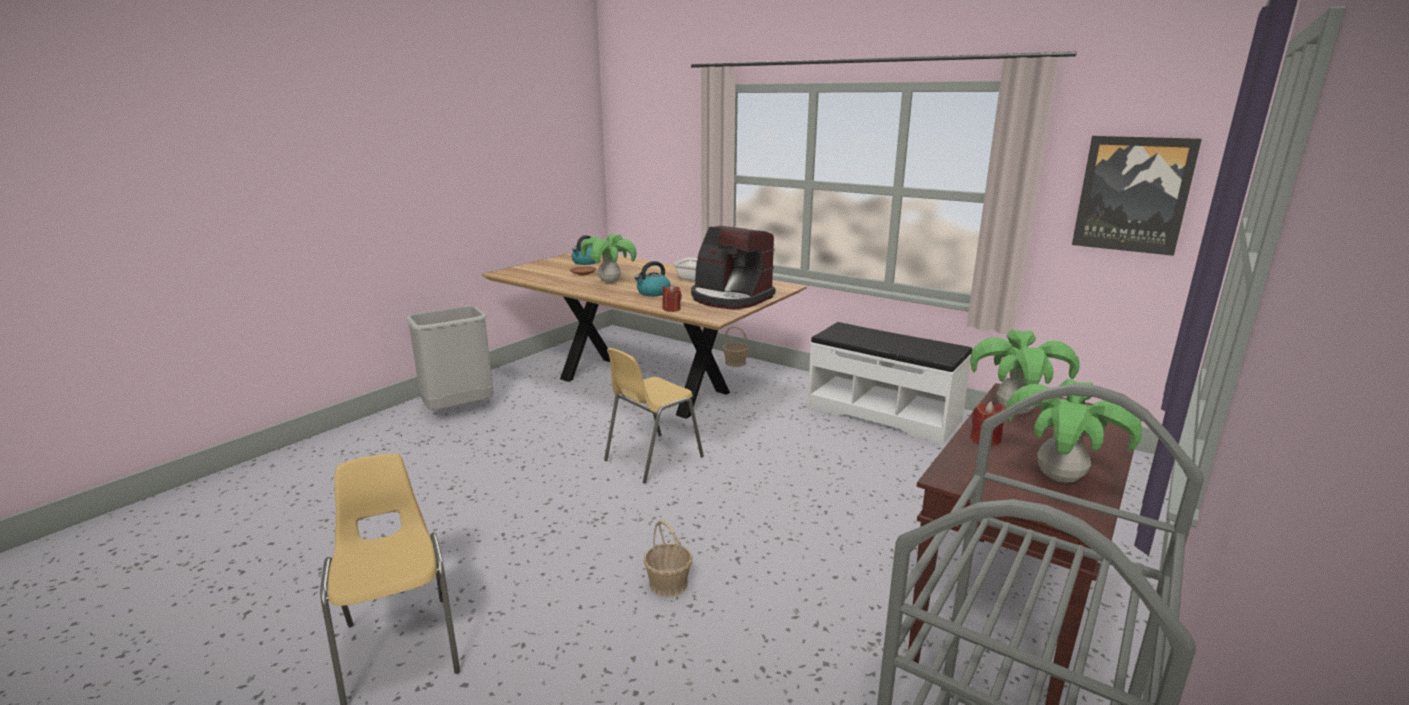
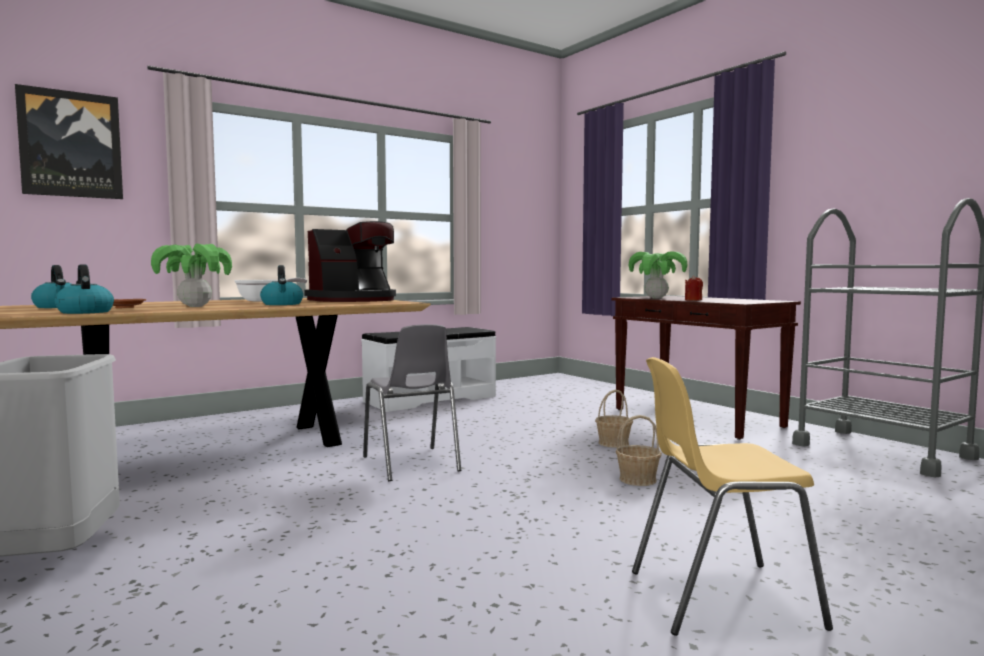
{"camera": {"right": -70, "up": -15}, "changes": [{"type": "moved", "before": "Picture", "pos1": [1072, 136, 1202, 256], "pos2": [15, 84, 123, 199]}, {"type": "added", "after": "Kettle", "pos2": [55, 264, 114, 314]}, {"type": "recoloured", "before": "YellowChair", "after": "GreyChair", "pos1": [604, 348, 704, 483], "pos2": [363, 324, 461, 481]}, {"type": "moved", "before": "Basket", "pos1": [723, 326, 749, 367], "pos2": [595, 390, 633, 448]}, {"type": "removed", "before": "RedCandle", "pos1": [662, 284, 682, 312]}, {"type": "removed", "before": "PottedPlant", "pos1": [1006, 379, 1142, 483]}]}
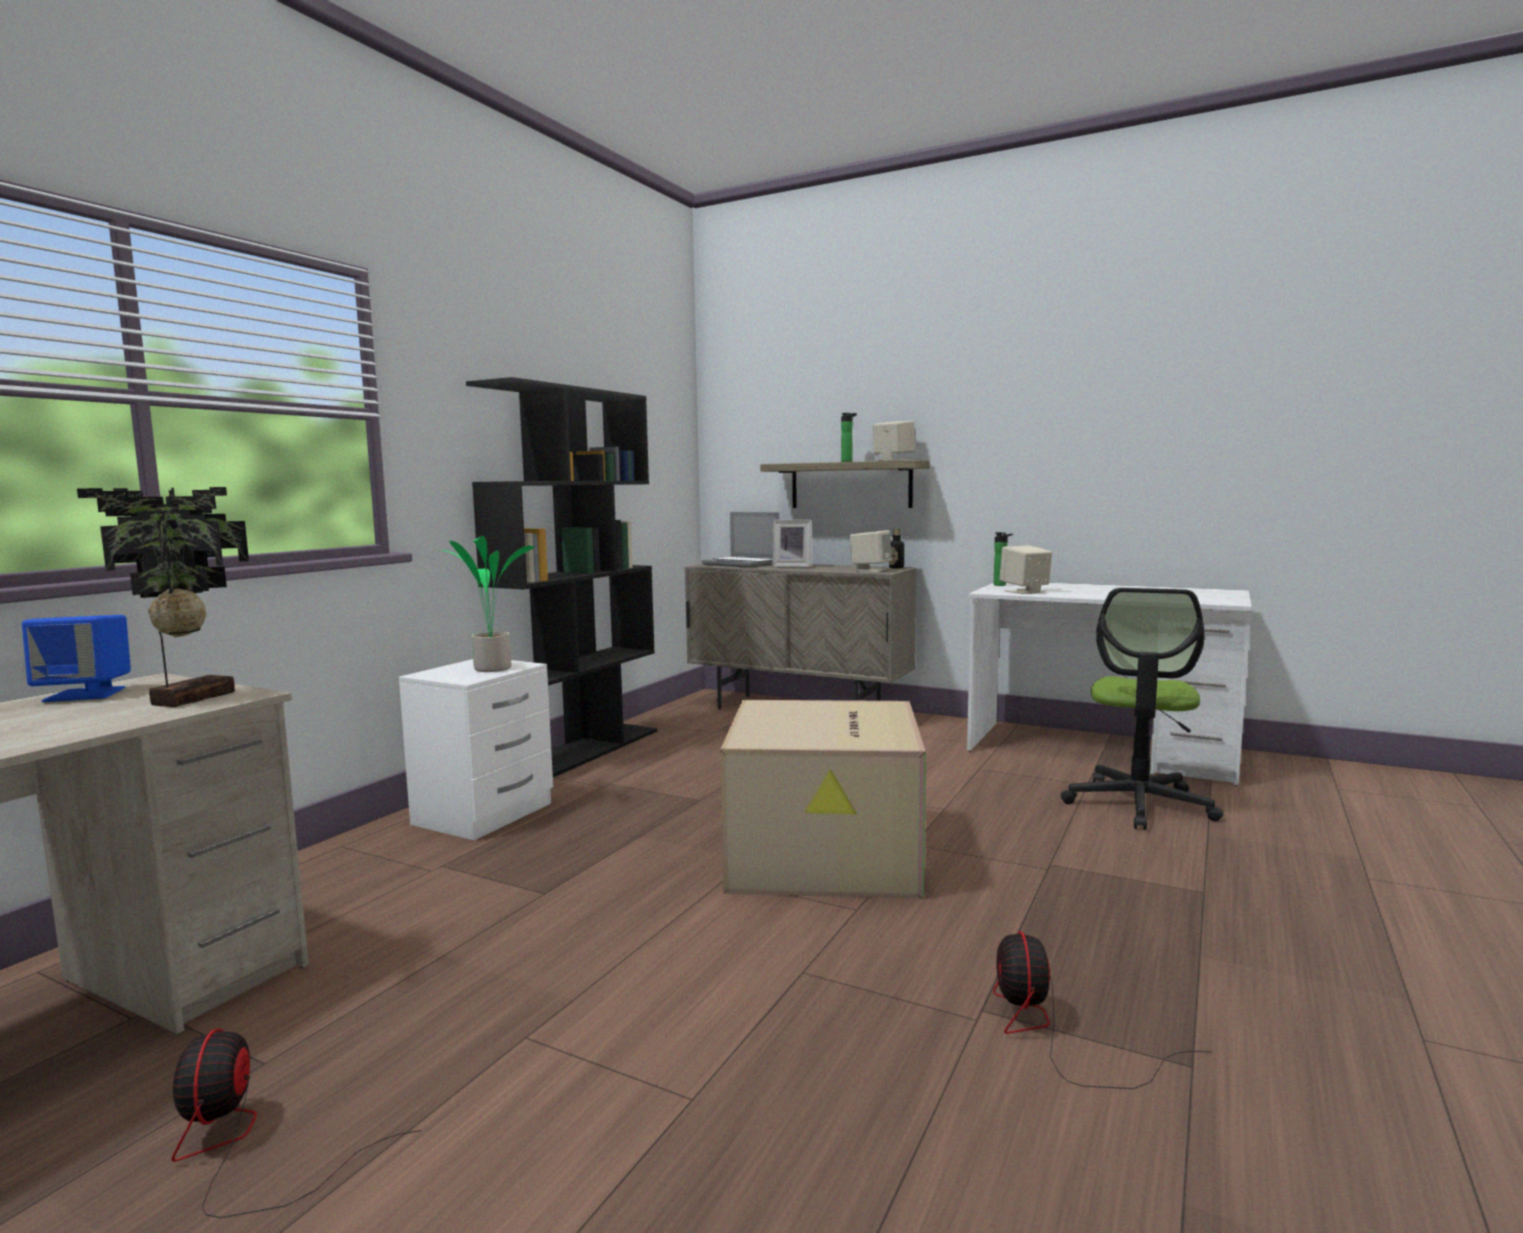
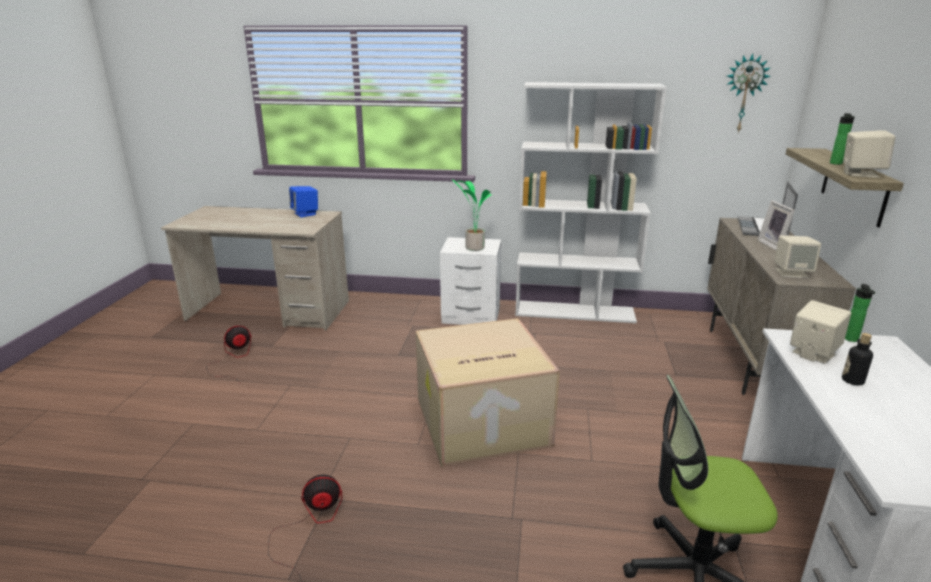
{"camera": {"right": 70, "up": 15}, "changes": [{"type": "recoloured", "before": "BlackBookcase", "after": "WhiteBookcase", "pos1": [466, 377, 657, 777], "pos2": [515, 82, 667, 323]}, {"type": "added", "after": "WallClock", "pos2": [726, 54, 771, 133]}, {"type": "moved", "before": "Bottle", "pos1": [889, 529, 904, 569], "pos2": [842, 333, 873, 385]}, {"type": "removed", "before": "PottedPlant", "pos1": [77, 487, 249, 707]}]}
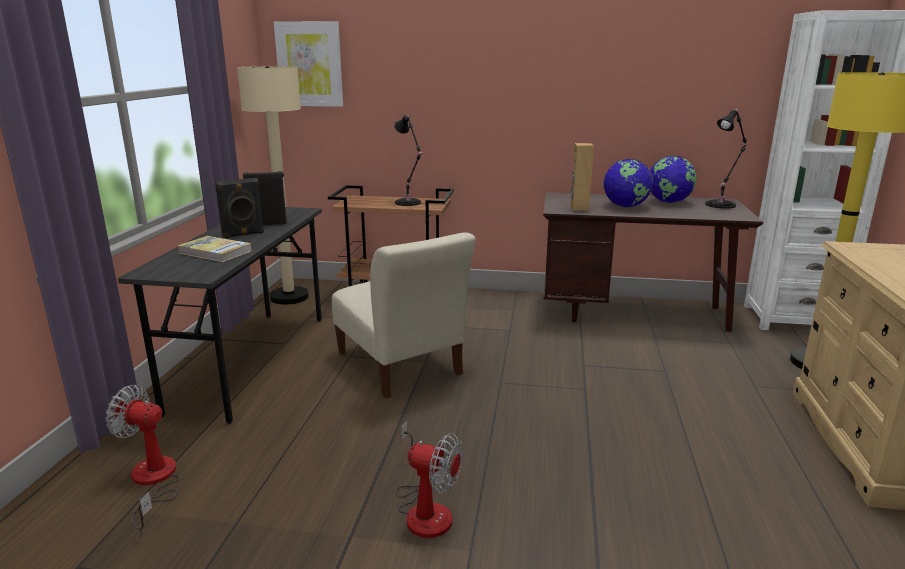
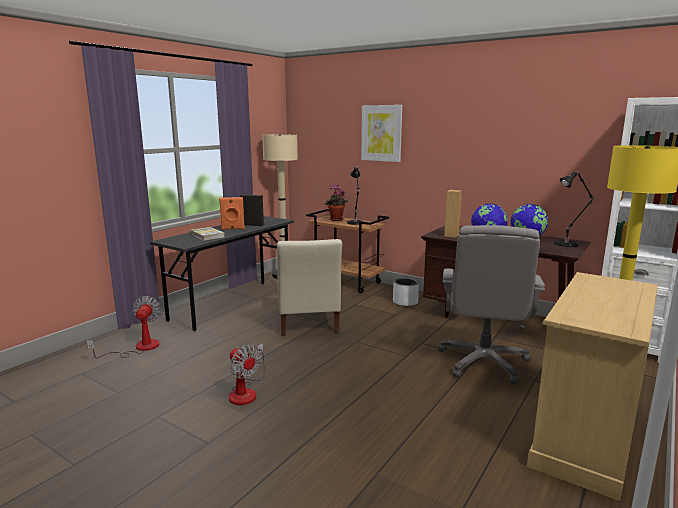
{"camera": {"right": 25, "up": -5}, "changes": [{"type": "turned", "before": "Fan", "pos1": [105, 385, 180, 530], "pos2": [87, 296, 161, 358], "turn": 45}, {"type": "recoloured", "before": "BlackSpeaker", "after": "OrangeSpeaker", "pos1": [215, 178, 264, 238], "pos2": [219, 197, 245, 230]}, {"type": "added", "after": "PottedPlant", "pos2": [325, 184, 348, 221]}, {"type": "moved", "before": "Picture", "pos1": [274, 21, 343, 107], "pos2": [361, 105, 402, 162]}, {"type": "added", "after": "GreyPlanter", "pos2": [393, 278, 419, 307]}, {"type": "added", "after": "GreyOfficeChair", "pos2": [438, 225, 545, 384]}]}
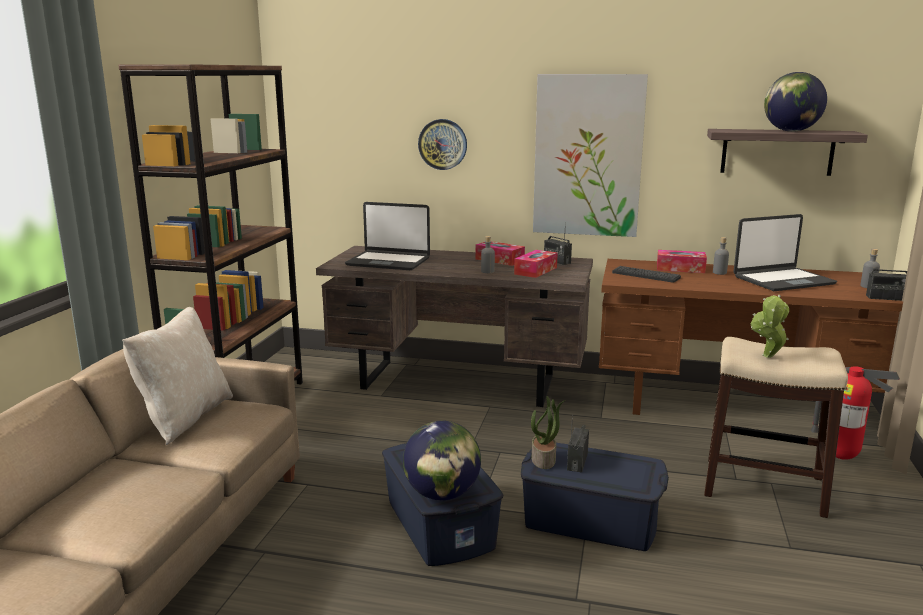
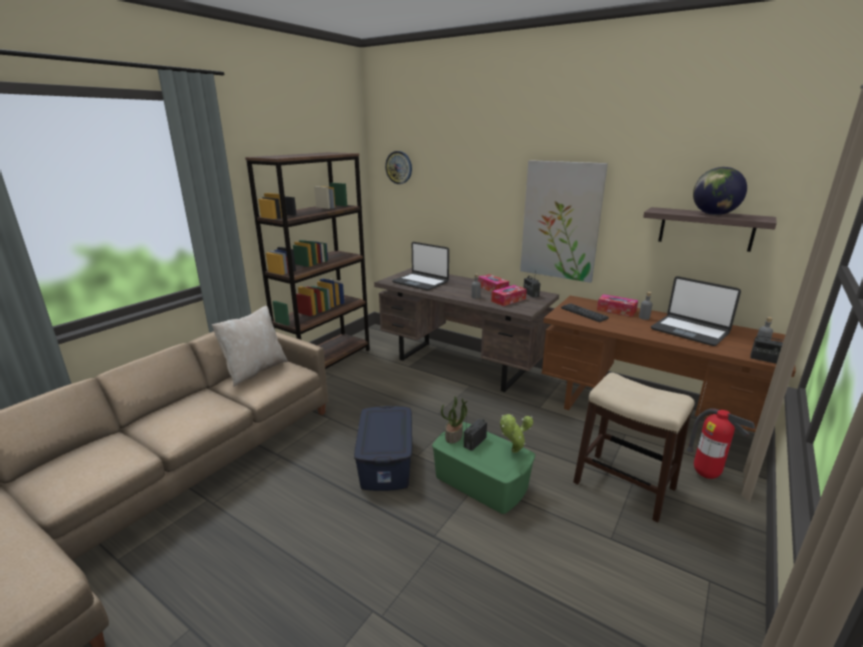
{"camera": {"right": 20, "up": 5}, "changes": [{"type": "moved", "before": "WallClock", "pos1": [418, 119, 467, 170], "pos2": [385, 151, 412, 184]}, {"type": "recoloured", "before": "BlueStorageBox", "after": "GreenStorageBox", "pos1": [521, 443, 669, 551], "pos2": [432, 422, 535, 514]}, {"type": "moved", "before": "PottedPlant", "pos1": [751, 295, 789, 358], "pos2": [500, 414, 533, 453]}, {"type": "turned", "before": "Laptop", "pos1": [733, 214, 837, 291], "pos2": [651, 276, 741, 346], "turn": 45}, {"type": "removed", "before": "Globe", "pos1": [403, 421, 481, 500]}]}
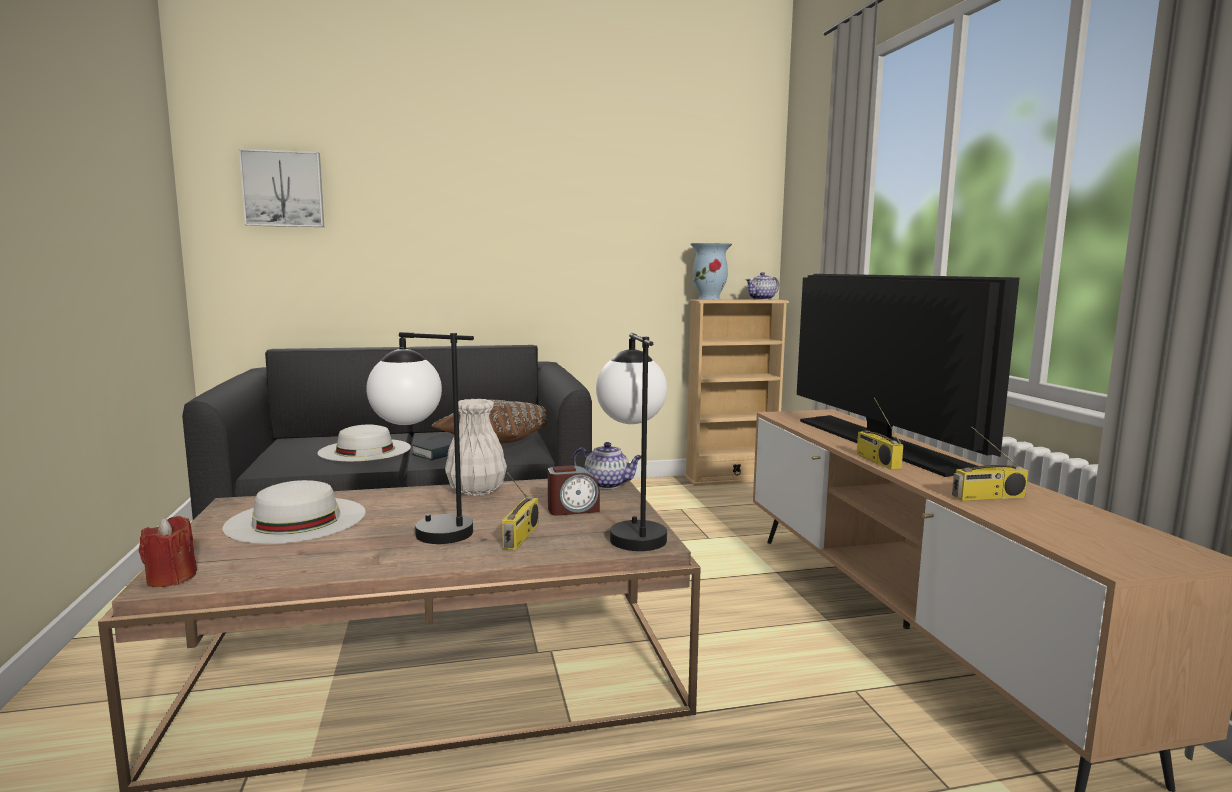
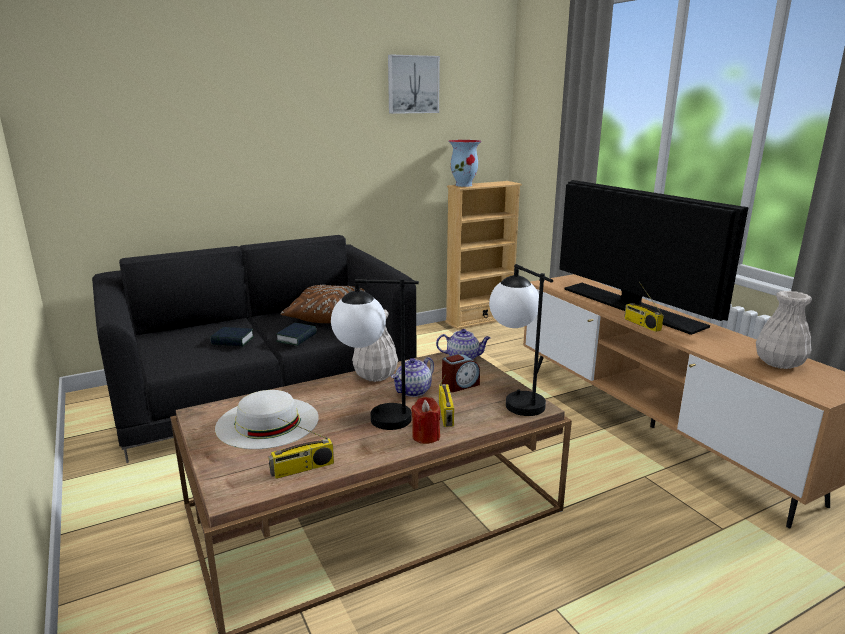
{"camera": {"right": -15, "up": 10}, "changes": [{"type": "replaced", "before": "WhiteHat", "after": "Book", "pos1": [318, 425, 411, 461], "pos2": [210, 327, 254, 346]}, {"type": "moved", "before": "Radio", "pos1": [952, 427, 1028, 501], "pos2": [268, 418, 334, 479]}, {"type": "moved", "before": "Picture", "pos1": [239, 149, 324, 227], "pos2": [388, 54, 440, 114]}, {"type": "moved", "before": "Teapot", "pos1": [745, 272, 779, 300], "pos2": [391, 357, 434, 397]}, {"type": "moved", "before": "RedCandle", "pos1": [139, 516, 197, 587], "pos2": [411, 397, 440, 444]}, {"type": "added", "after": "WhiteVase", "pos2": [756, 291, 812, 369]}]}
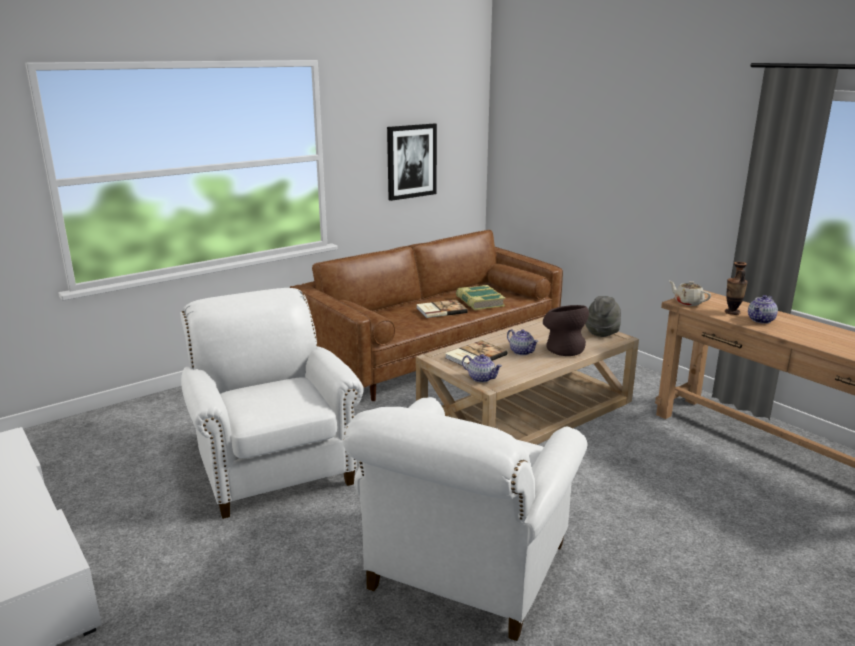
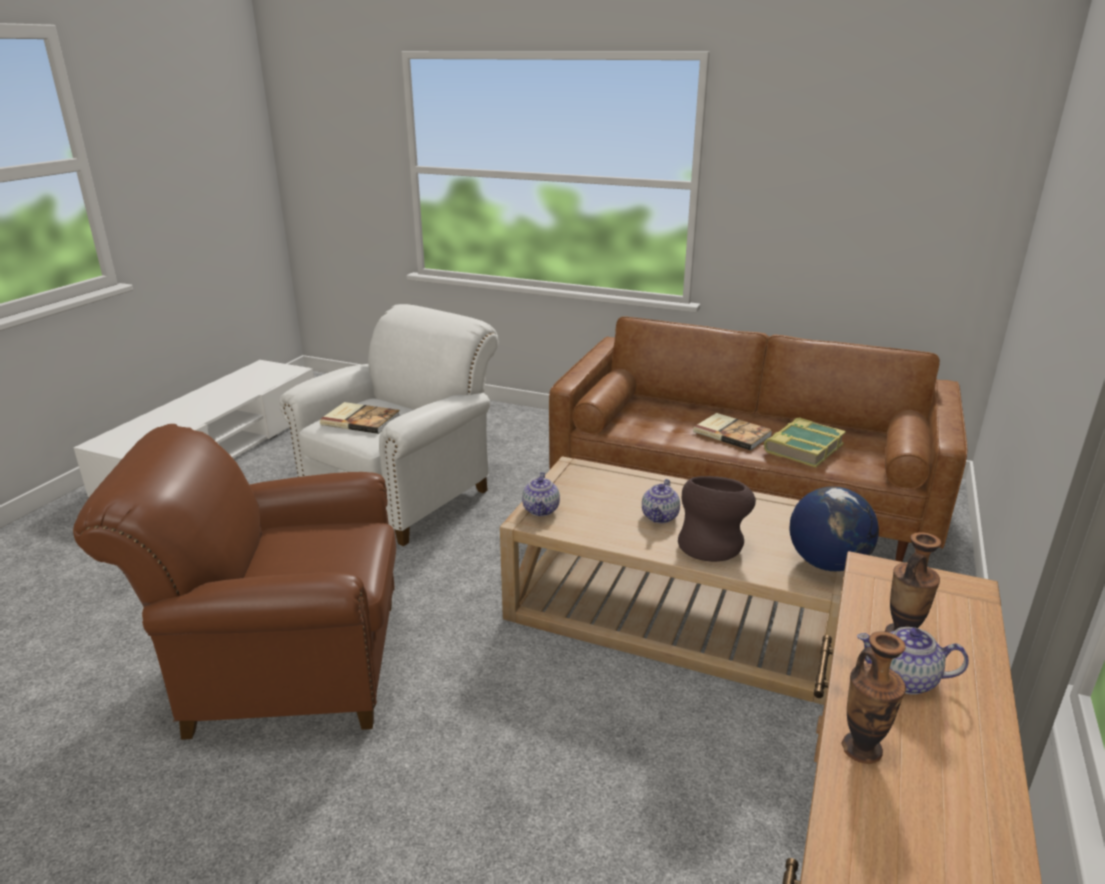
{"camera": {"right": 60, "up": 5}, "changes": [{"type": "recoloured", "before": "WhiteArmchair", "after": "BrownArmchair", "pos1": [342, 397, 588, 641], "pos2": [73, 424, 396, 740]}, {"type": "moved", "before": "Book", "pos1": [445, 340, 507, 368], "pos2": [320, 402, 400, 434]}, {"type": "replaced", "before": "GreyHat", "after": "Globe", "pos1": [585, 296, 621, 337], "pos2": [790, 486, 879, 571]}, {"type": "added", "after": "Vase", "pos2": [842, 631, 906, 764]}, {"type": "removed", "before": "Picture", "pos1": [387, 124, 437, 201]}, {"type": "removed", "before": "BeigeTeapot", "pos1": [669, 281, 711, 306]}]}
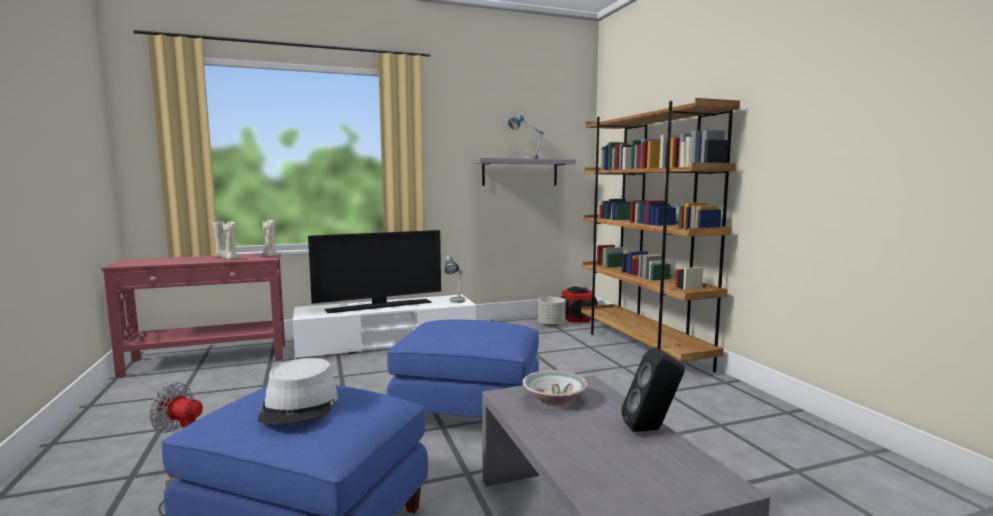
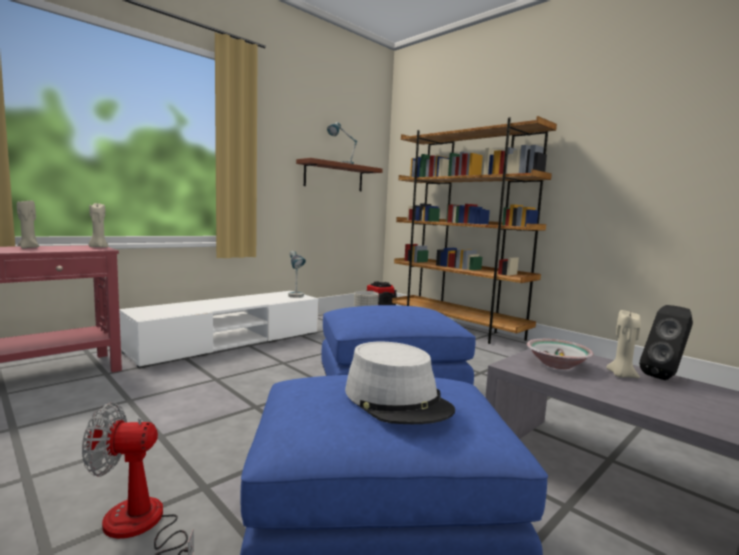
{"camera": {"right": -25, "up": 0}, "changes": [{"type": "recoloured", "before": "GreyShelf", "after": "BrownShelf", "pos1": [473, 158, 576, 186], "pos2": [296, 158, 383, 191]}, {"type": "moved", "before": "BeigeCandle", "pos1": [223, 221, 239, 259], "pos2": [606, 310, 641, 378]}, {"type": "removed", "before": "Television", "pos1": [308, 230, 441, 313]}]}
